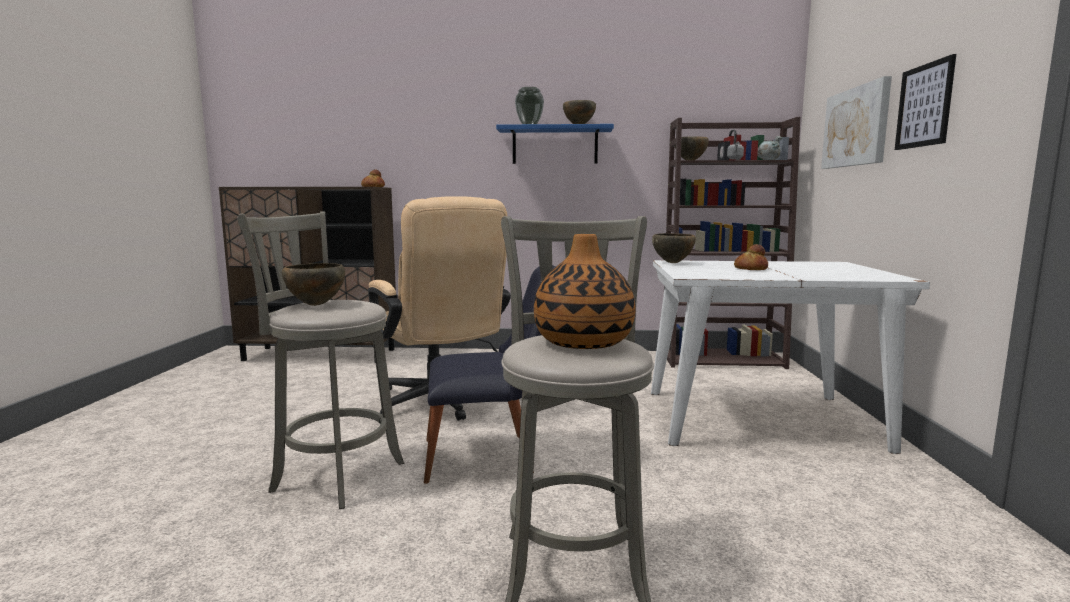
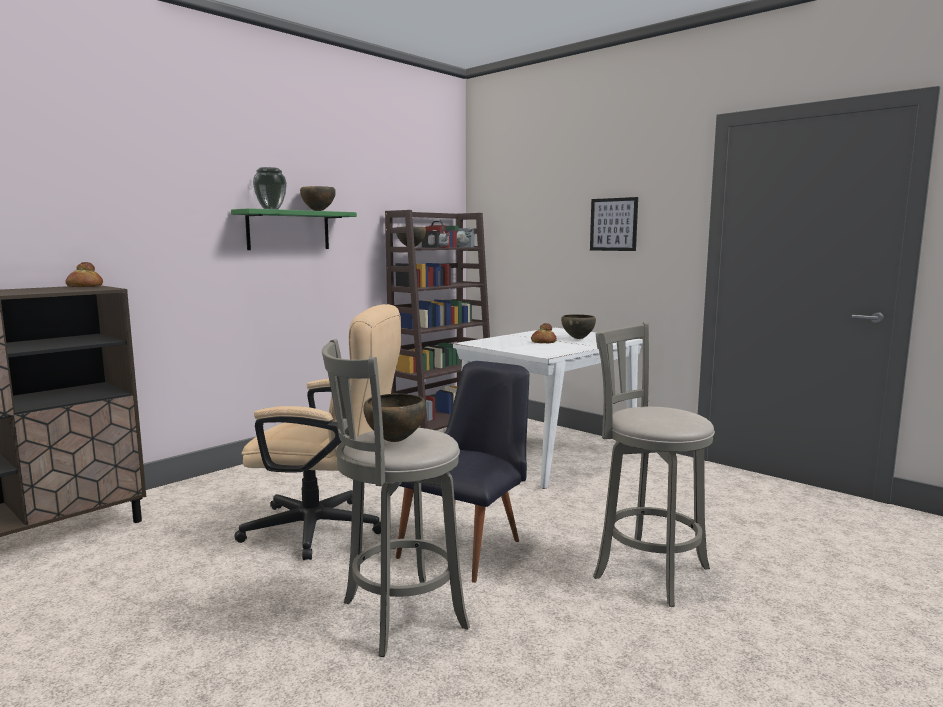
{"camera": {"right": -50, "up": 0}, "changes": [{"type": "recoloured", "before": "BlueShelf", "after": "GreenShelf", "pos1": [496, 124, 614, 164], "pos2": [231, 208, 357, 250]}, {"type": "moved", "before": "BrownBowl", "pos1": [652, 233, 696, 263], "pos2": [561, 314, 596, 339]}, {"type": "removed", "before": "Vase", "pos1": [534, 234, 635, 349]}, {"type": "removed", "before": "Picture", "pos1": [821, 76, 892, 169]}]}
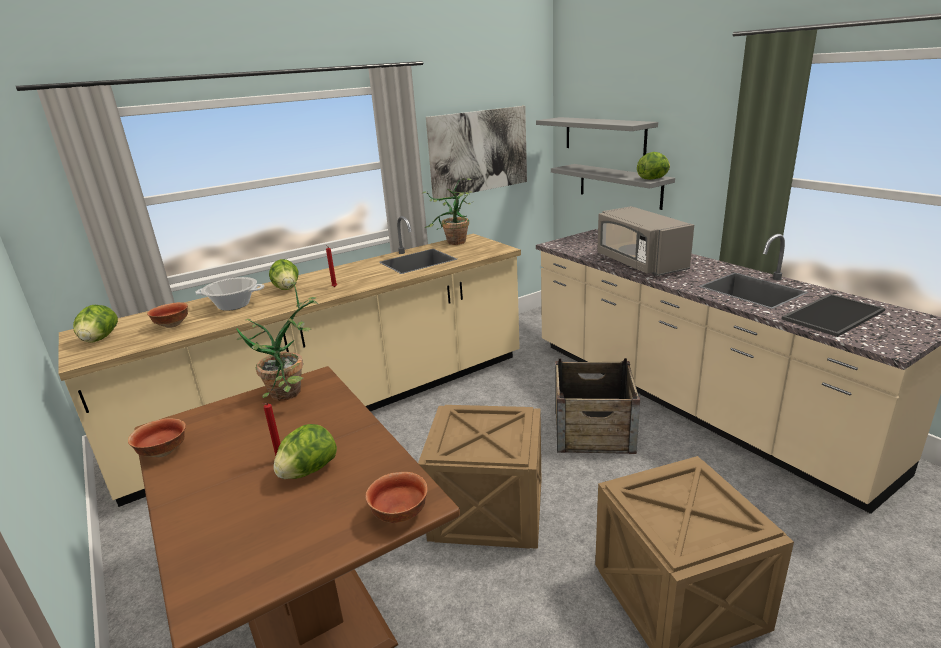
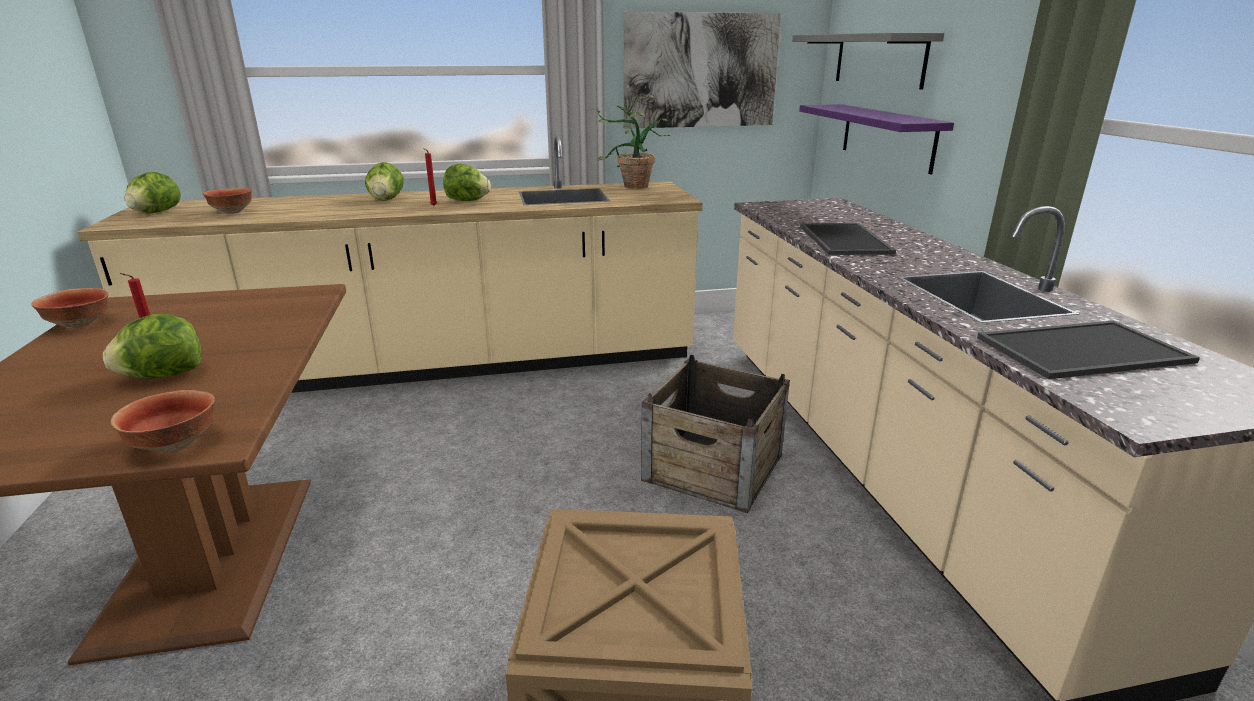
{"camera": {"right": 20, "up": 0}, "changes": [{"type": "moved", "before": "Lettuce", "pos1": [637, 152, 670, 180], "pos2": [443, 164, 491, 201]}, {"type": "recoloured", "before": "GreyShelf", "after": "PurpleShelf", "pos1": [551, 164, 675, 210], "pos2": [799, 104, 954, 174]}, {"type": "replaced", "before": "GreyMicrowave", "after": "Tray", "pos1": [597, 206, 694, 276], "pos2": [800, 223, 896, 255]}, {"type": "removed", "before": "CookingPot", "pos1": [195, 277, 264, 311]}, {"type": "removed", "before": "PottedPlant", "pos1": [237, 282, 318, 401]}, {"type": "removed", "before": "Crate", "pos1": [418, 405, 541, 549]}]}
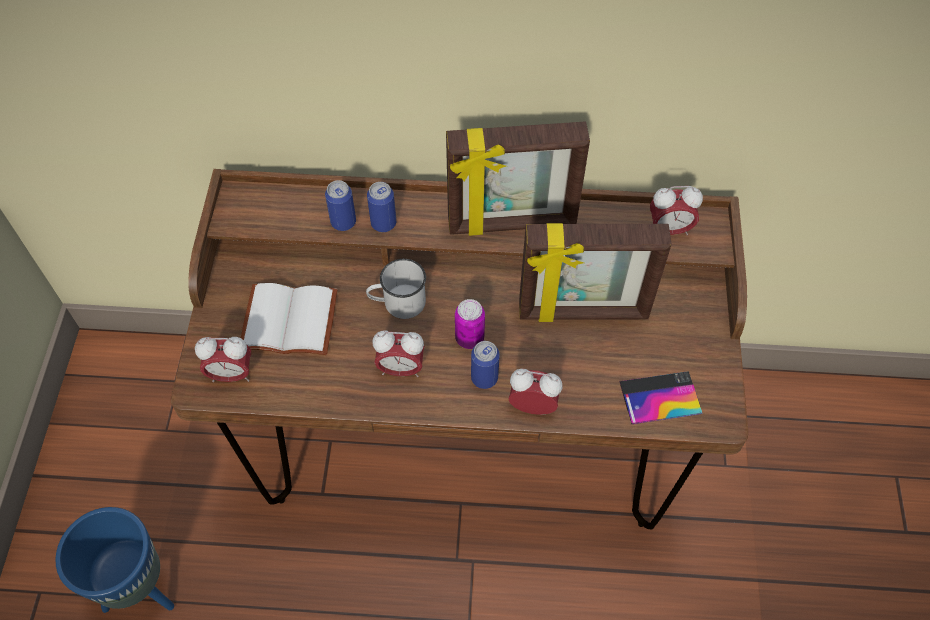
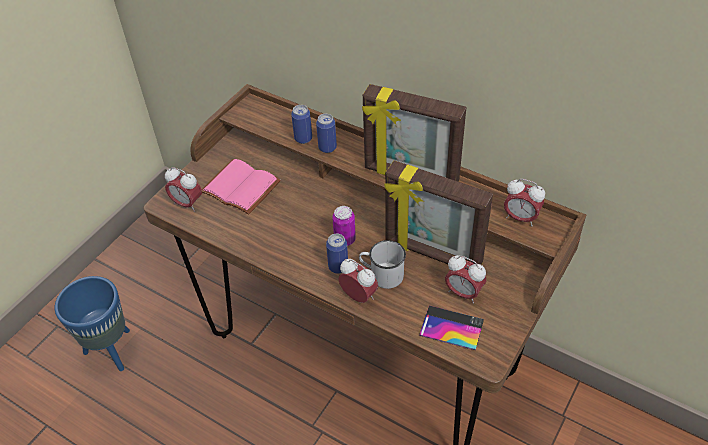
{"camera": {"right": 30, "up": -10}, "changes": [{"type": "recoloured", "before": "WhiteBook", "after": "PinkBook", "pos1": [241, 283, 338, 355], "pos2": [202, 159, 281, 214]}, {"type": "moved", "before": "WhiteMug", "pos1": [366, 259, 426, 319], "pos2": [359, 240, 406, 289]}, {"type": "moved", "before": "AlarmClock", "pos1": [372, 331, 425, 377], "pos2": [445, 255, 486, 303]}]}
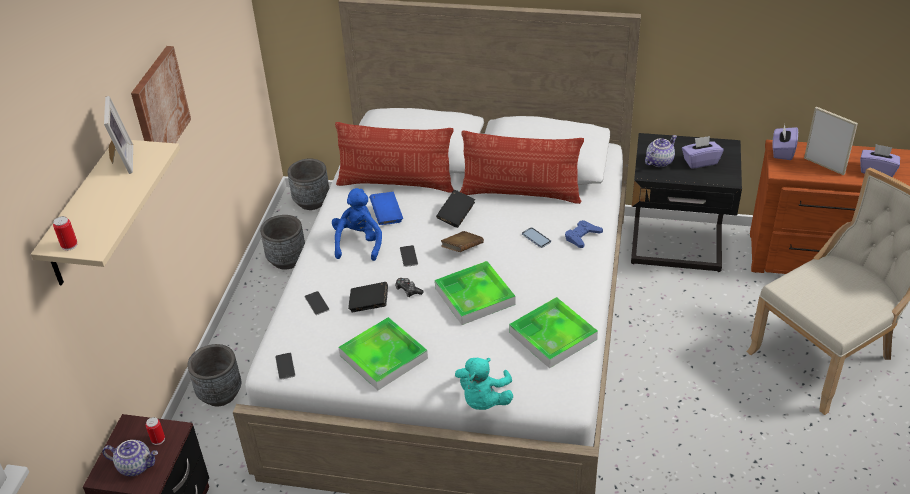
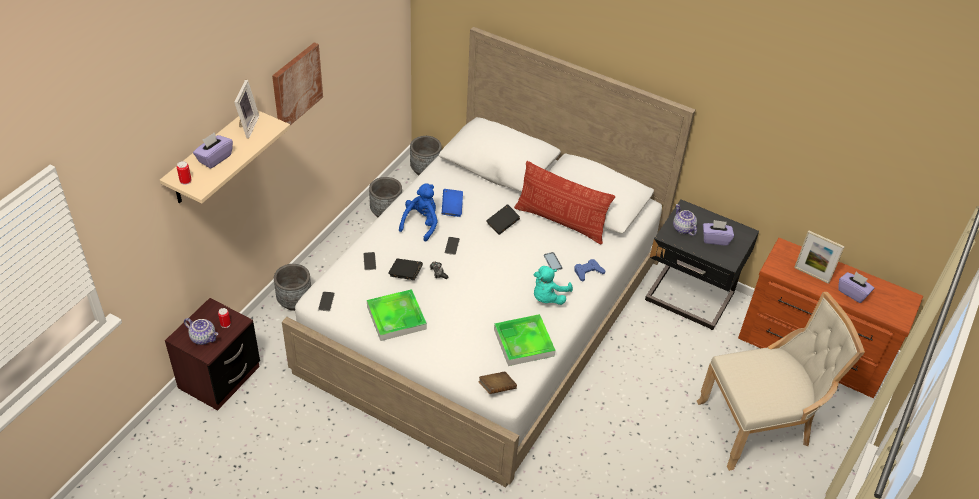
{"camera": {"right": 15, "up": 5}, "changes": [{"type": "moved", "before": "PurpleTissueBox", "pos1": [772, 124, 798, 160], "pos2": [193, 132, 233, 169]}, {"type": "moved", "before": "BrownBook", "pos1": [441, 231, 484, 252], "pos2": [478, 372, 517, 394]}, {"type": "moved", "before": "TurquoisePlushToy", "pos1": [455, 358, 513, 410], "pos2": [534, 266, 573, 305]}, {"type": "turned", "before": "Teapot", "pos1": [645, 135, 677, 167], "pos2": [673, 204, 697, 236], "turn": -90}, {"type": "turned", "before": "PictureFrame", "pos1": [804, 107, 858, 175], "pos2": [794, 230, 845, 284], "turn": 150}, {"type": "removed", "before": "Pillow", "pos1": [335, 122, 454, 193]}, {"type": "removed", "before": "Tray", "pos1": [435, 261, 515, 325]}]}
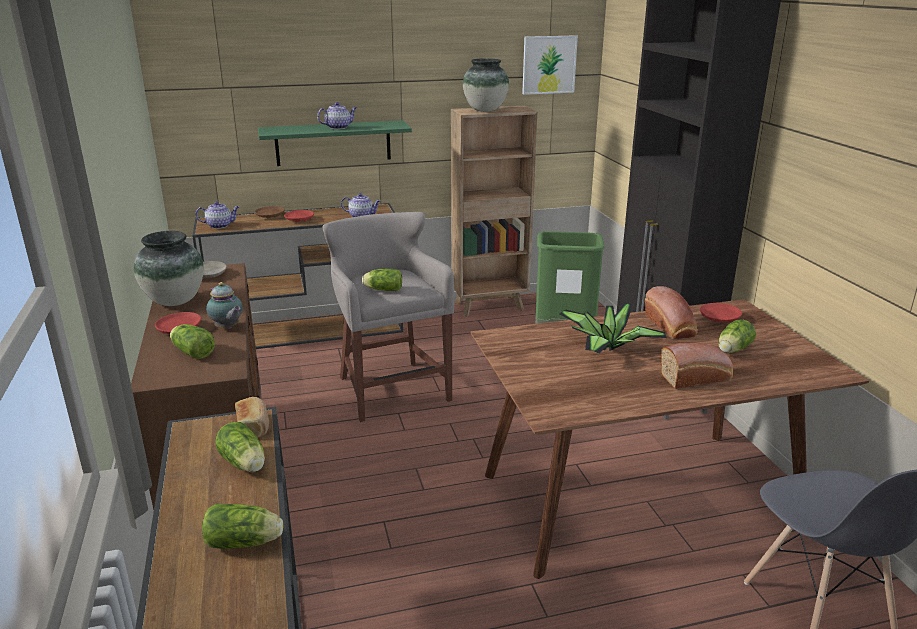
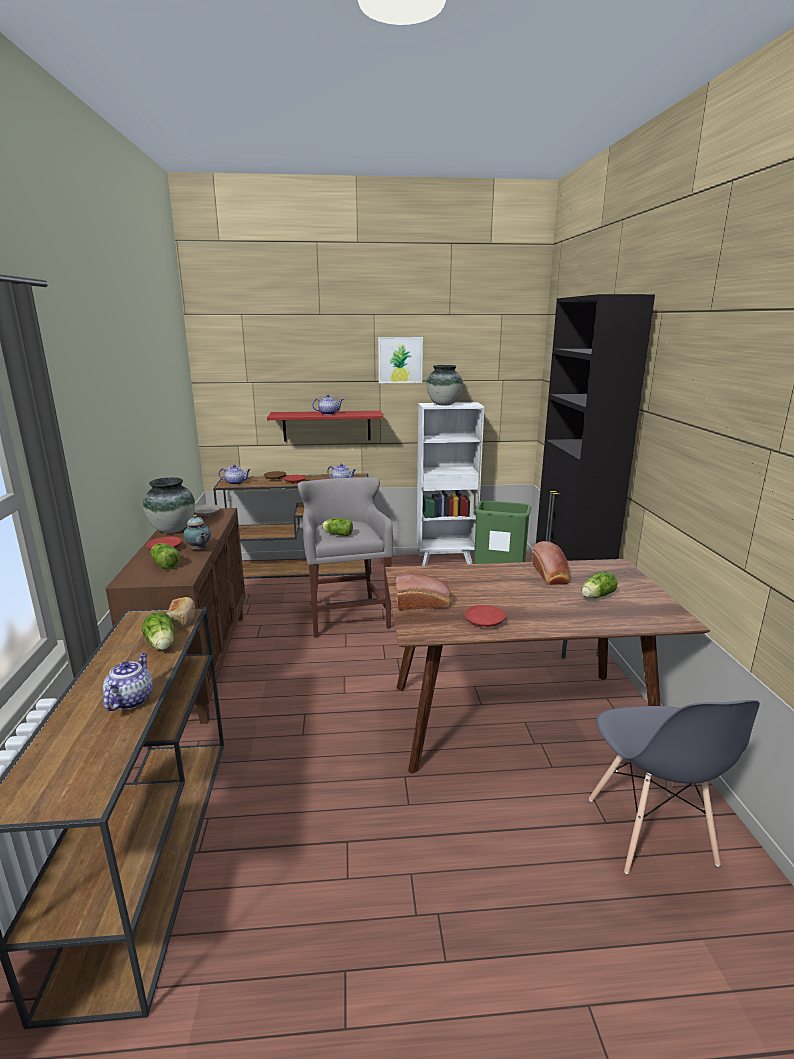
{"camera": {"right": 10, "up": -5}, "changes": [{"type": "replaced", "before": "Lettuce", "after": "Teapot", "pos1": [202, 503, 283, 549], "pos2": [103, 653, 153, 711]}, {"type": "recoloured", "before": "GreenShelf", "after": "RedShelf", "pos1": [258, 120, 412, 166], "pos2": [267, 411, 383, 442]}, {"type": "moved", "before": "Picture", "pos1": [522, 35, 578, 95], "pos2": [378, 337, 423, 383]}, {"type": "moved", "before": "Bread", "pos1": [661, 343, 733, 389], "pos2": [396, 574, 452, 610]}, {"type": "recoloured", "before": "BrownBookcase", "after": "WhiteBookcase", "pos1": [451, 106, 537, 317], "pos2": [417, 402, 484, 566]}, {"type": "moved", "before": "RedPlate", "pos1": [700, 303, 742, 322], "pos2": [465, 605, 506, 627]}, {"type": "removed", "before": "PottedPlant", "pos1": [559, 303, 667, 353]}]}
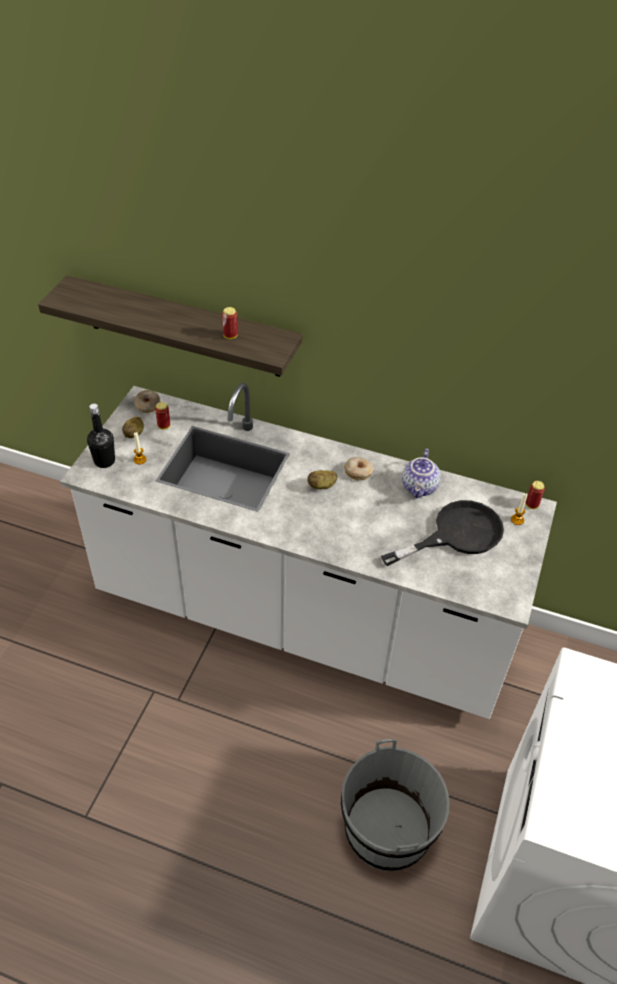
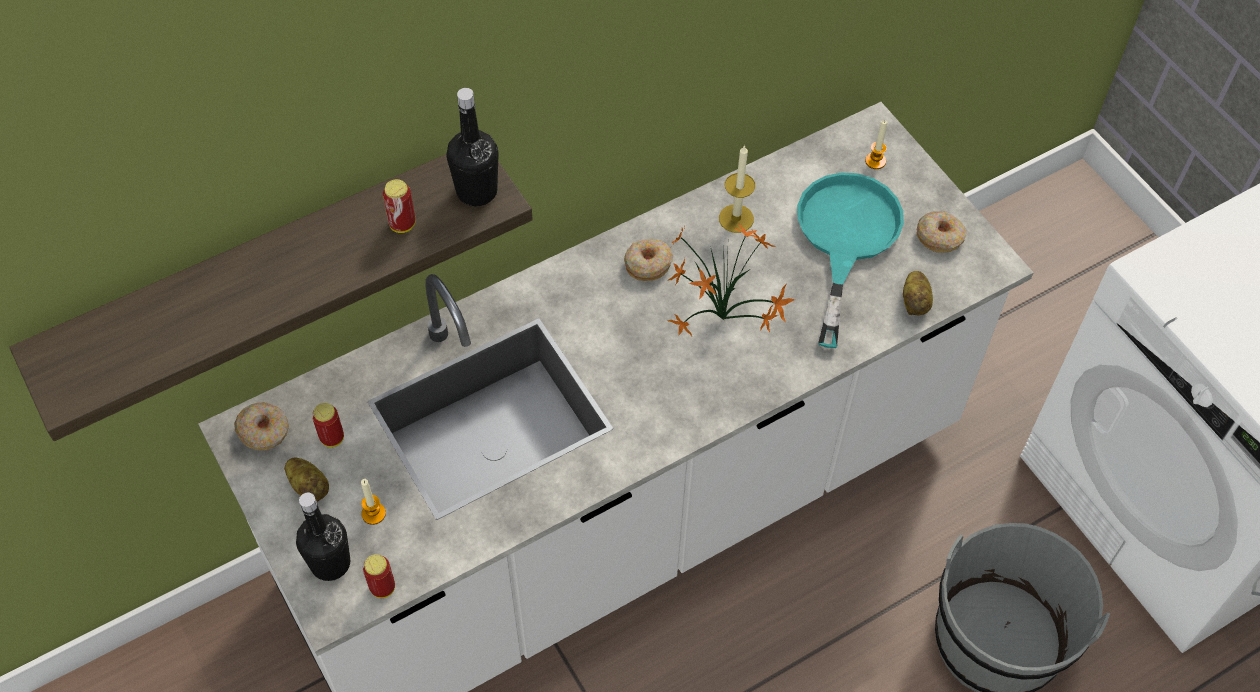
{"camera": {"right": -50, "up": 10}, "changes": [{"type": "moved", "before": "Can", "pos1": [526, 481, 545, 509], "pos2": [363, 554, 395, 598]}, {"type": "added", "after": "BlackBottle", "pos2": [447, 88, 498, 206]}, {"type": "added", "after": "PottedPlant", "pos2": [667, 223, 795, 337]}, {"type": "replaced", "before": "Teapot", "after": "Candle", "pos1": [402, 449, 441, 498], "pos2": [719, 145, 755, 233]}, {"type": "recoloured", "before": "BlackFryingPan", "after": "TurquoiseFryingPan", "pos1": [381, 500, 504, 566], "pos2": [797, 173, 904, 348]}, {"type": "moved", "before": "Potato", "pos1": [307, 470, 337, 489], "pos2": [903, 271, 933, 316]}, {"type": "added", "after": "Donut", "pos2": [917, 211, 967, 253]}]}
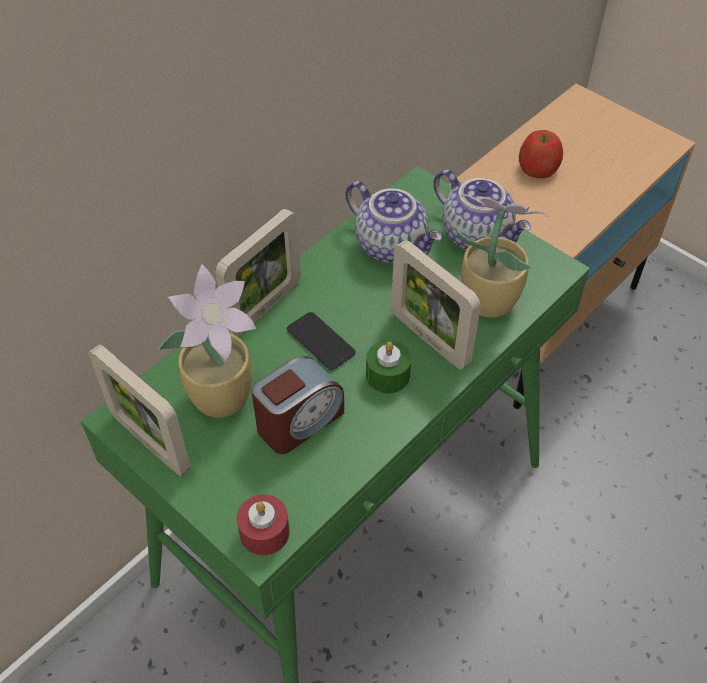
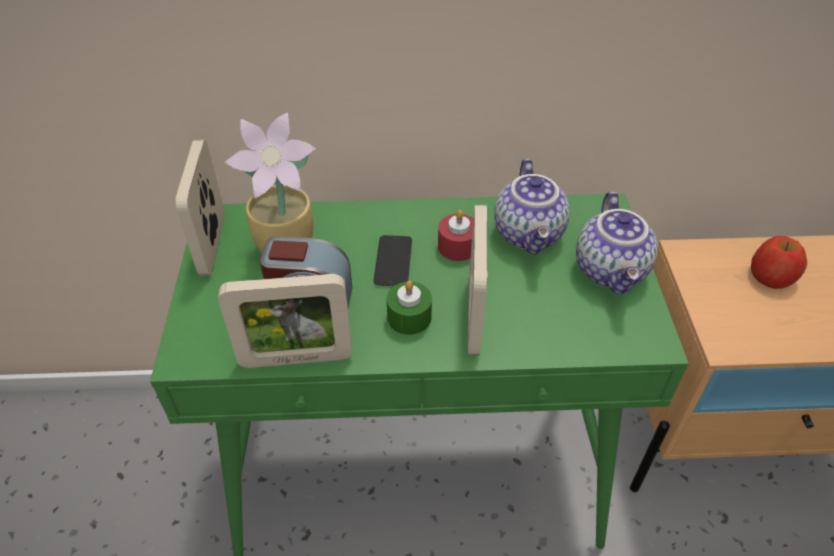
{"camera": {"right": 45, "up": -5}, "changes": [{"type": "moved", "before": "PictureFrame", "pos1": [215, 209, 301, 337], "pos2": [218, 274, 352, 368]}, {"type": "moved", "before": "RedCandle", "pos1": [237, 494, 289, 555], "pos2": [438, 210, 474, 261]}, {"type": "removed", "before": "PottedPlant", "pos1": [457, 194, 549, 318]}]}
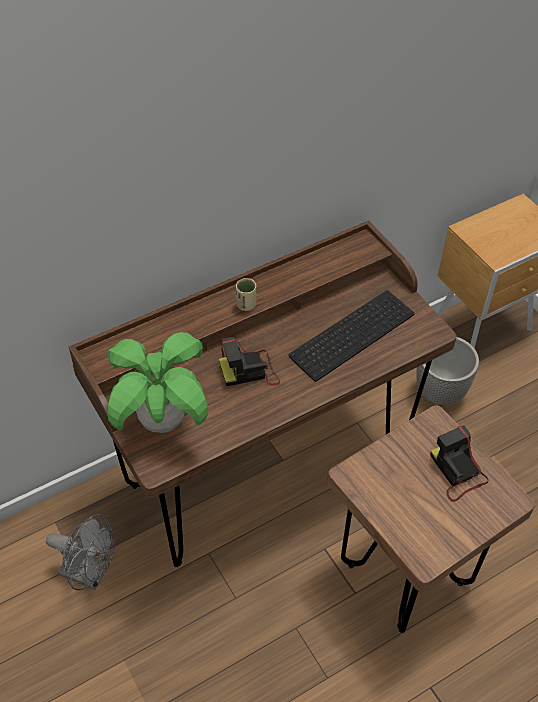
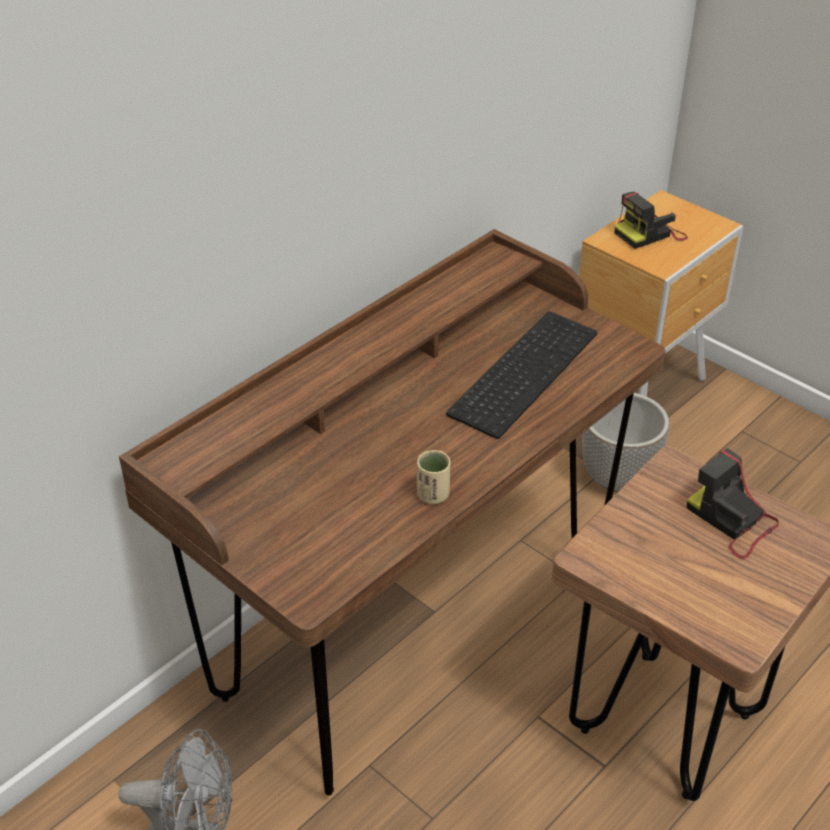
{"camera": {"right": -15, "up": -10}, "changes": [{"type": "moved", "before": "BeigeCup", "pos1": [236, 278, 256, 311], "pos2": [417, 450, 450, 504]}, {"type": "moved", "before": "PhotoCamera", "pos1": [219, 337, 280, 386], "pos2": [615, 192, 688, 249]}, {"type": "removed", "before": "PottedPlant", "pos1": [108, 332, 208, 433]}]}
